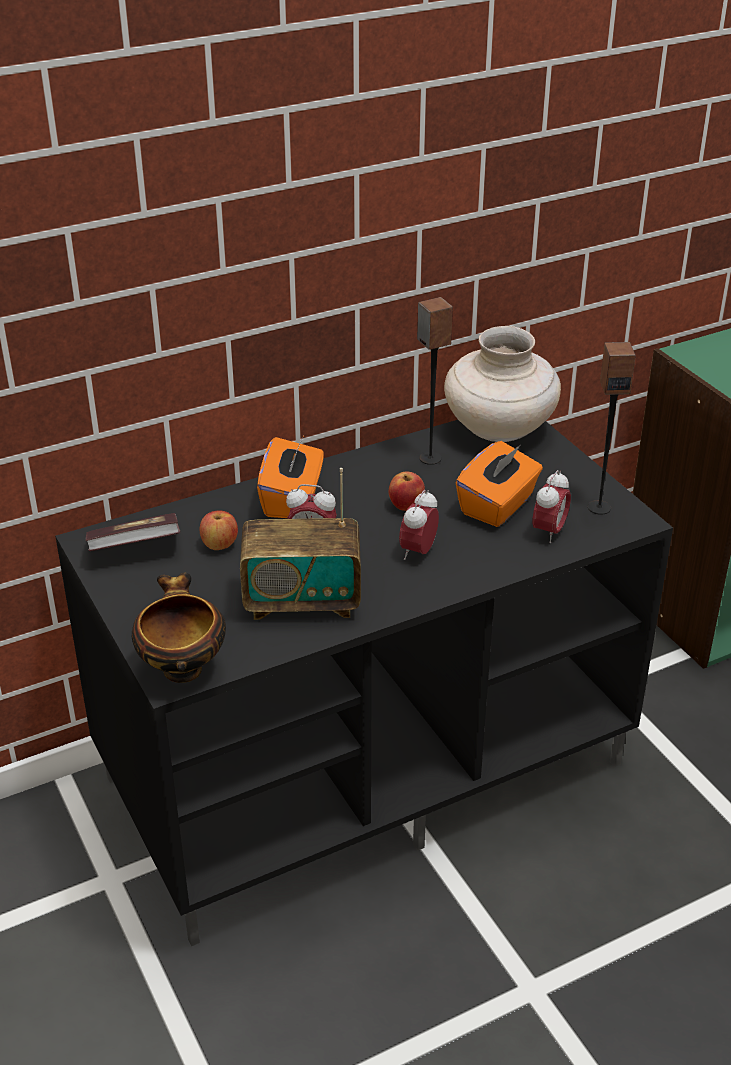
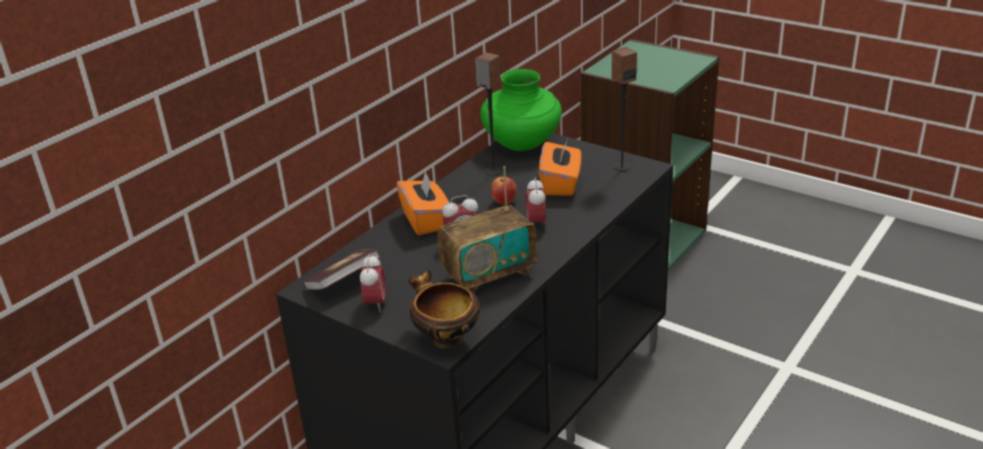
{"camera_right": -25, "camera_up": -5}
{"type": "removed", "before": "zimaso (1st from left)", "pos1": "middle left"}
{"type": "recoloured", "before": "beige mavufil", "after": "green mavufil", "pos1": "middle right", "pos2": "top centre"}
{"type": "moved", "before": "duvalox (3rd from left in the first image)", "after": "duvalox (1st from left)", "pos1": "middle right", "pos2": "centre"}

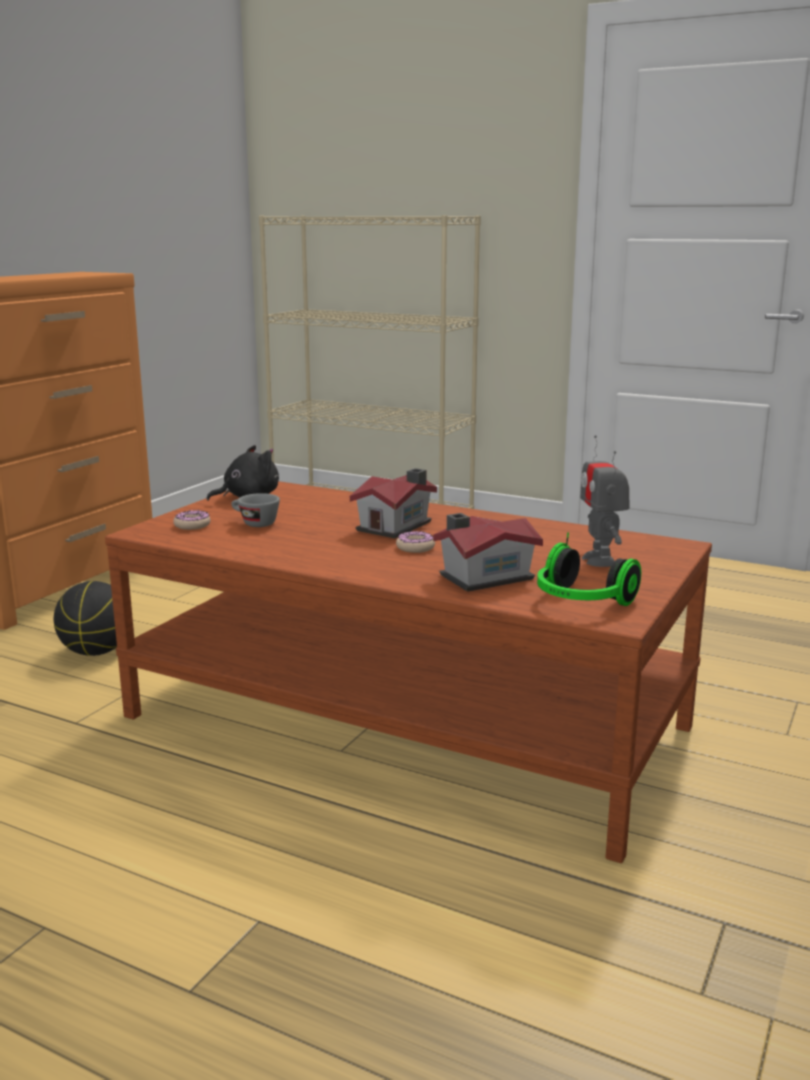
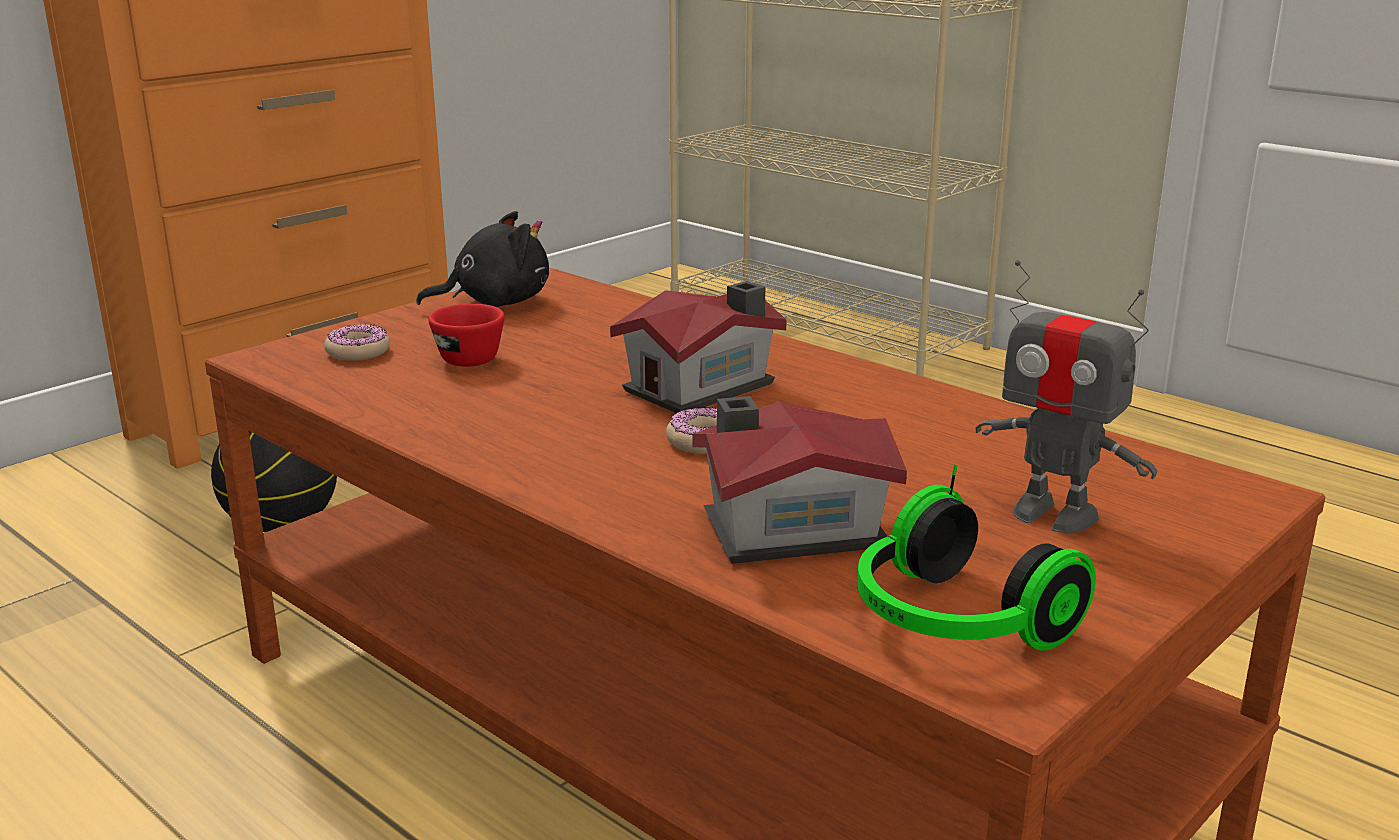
{"camera_right": 15, "camera_up": 5}
{"type": "recoloured", "before": "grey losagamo", "after": "red losagamo", "pos1": "middle left", "pos2": "middle left"}
{"type": "turned", "before": "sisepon", "pos1": "middle right", "pos2": "middle right", "turn": -60}

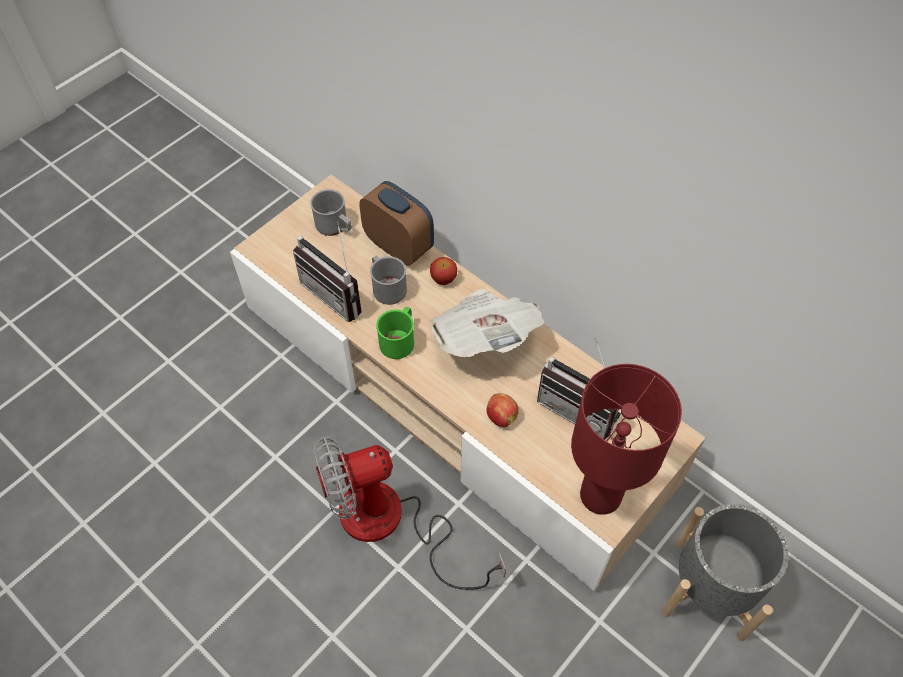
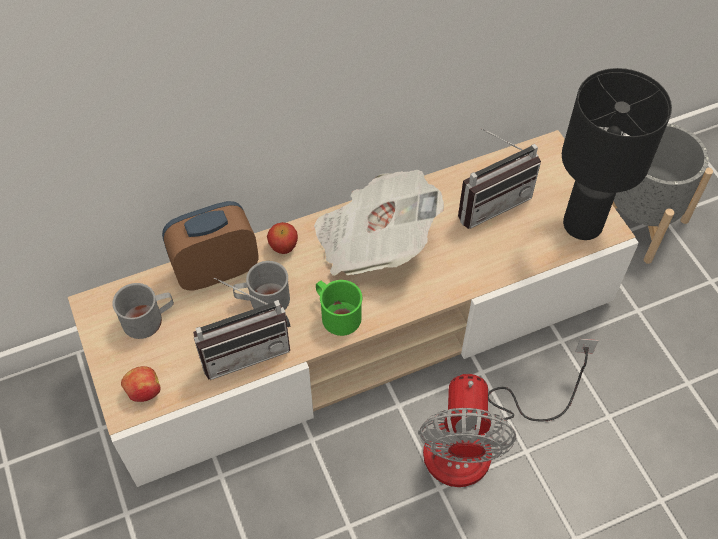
{"camera_right": -65, "camera_up": 0}
{"type": "moved", "before": "zimaso (2nd from left in the first image)", "after": "zimaso (1st from left)", "pos1": "centre", "pos2": "bottom left"}
{"type": "recoloured", "before": "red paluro", "after": "black paluro", "pos1": "middle right", "pos2": "top right"}

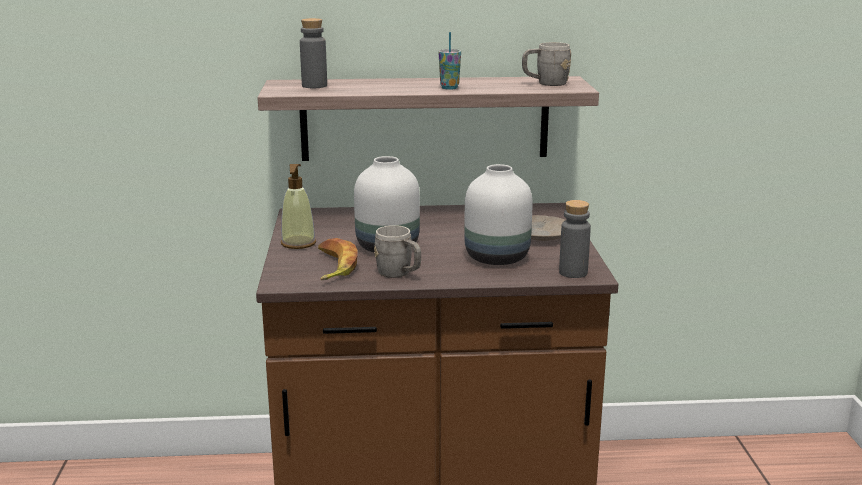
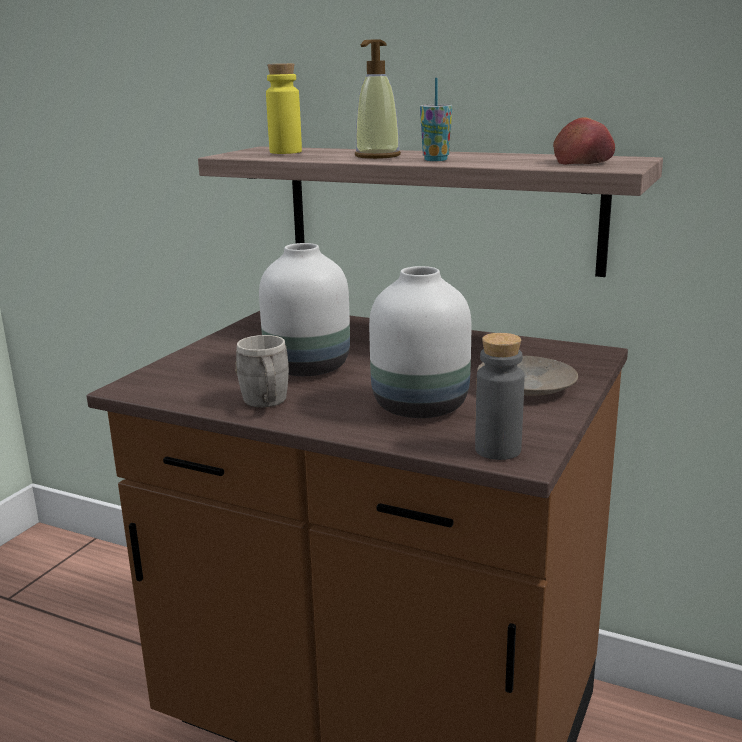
{"camera_right": 30, "camera_up": 0}
{"type": "moved", "before": "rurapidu", "pos1": "centre", "pos2": "top centre"}
{"type": "recoloured", "before": "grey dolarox (1st from left)", "after": "yellow dolarox", "pos1": "top centre", "pos2": "top centre"}
{"type": "removed", "before": "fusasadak", "pos1": "centre"}
{"type": "replaced", "before": "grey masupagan (2nd from left)", "after": "zimaso", "pos1": "top centre", "pos2": "top right"}

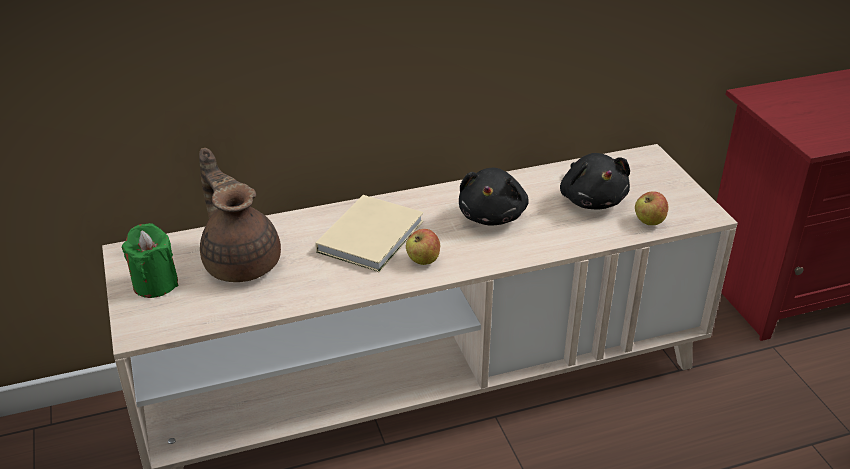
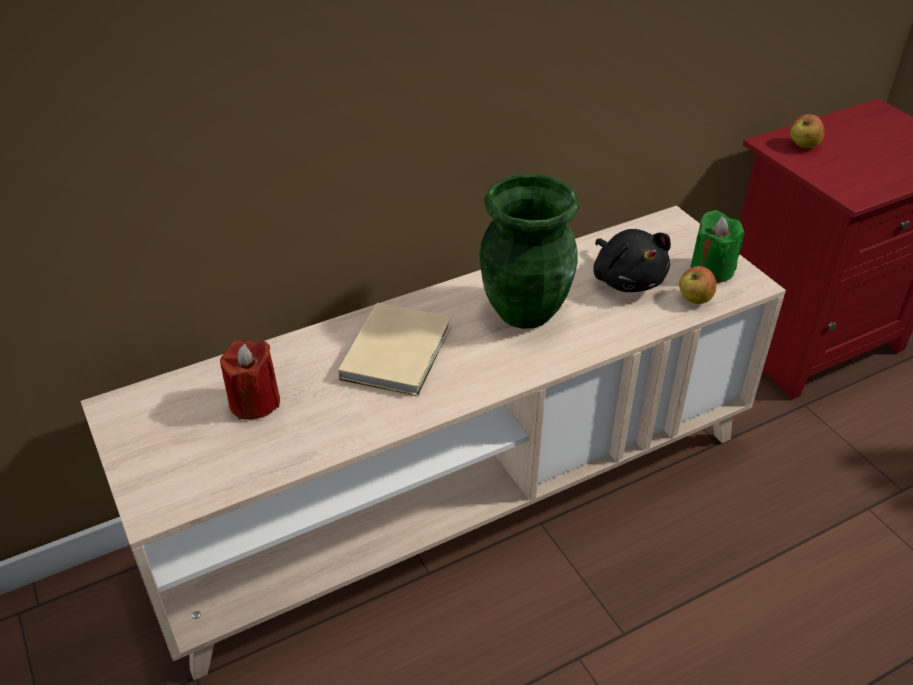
{"camera_right": -10, "camera_up": 5}
{"type": "moved", "before": "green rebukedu", "pos1": "middle left", "pos2": "middle right"}
{"type": "replaced", "before": "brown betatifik", "after": "red rebukedu", "pos1": "middle left", "pos2": "middle left"}
{"type": "moved", "before": "zimaso (1st from left in the first image)", "after": "zimaso (2nd from left)", "pos1": "centre", "pos2": "top right"}
{"type": "replaced", "before": "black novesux (1st from left)", "after": "green mavufil", "pos1": "centre", "pos2": "centre"}

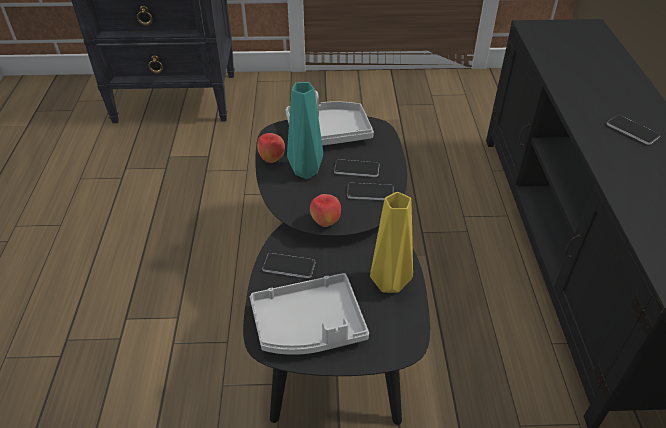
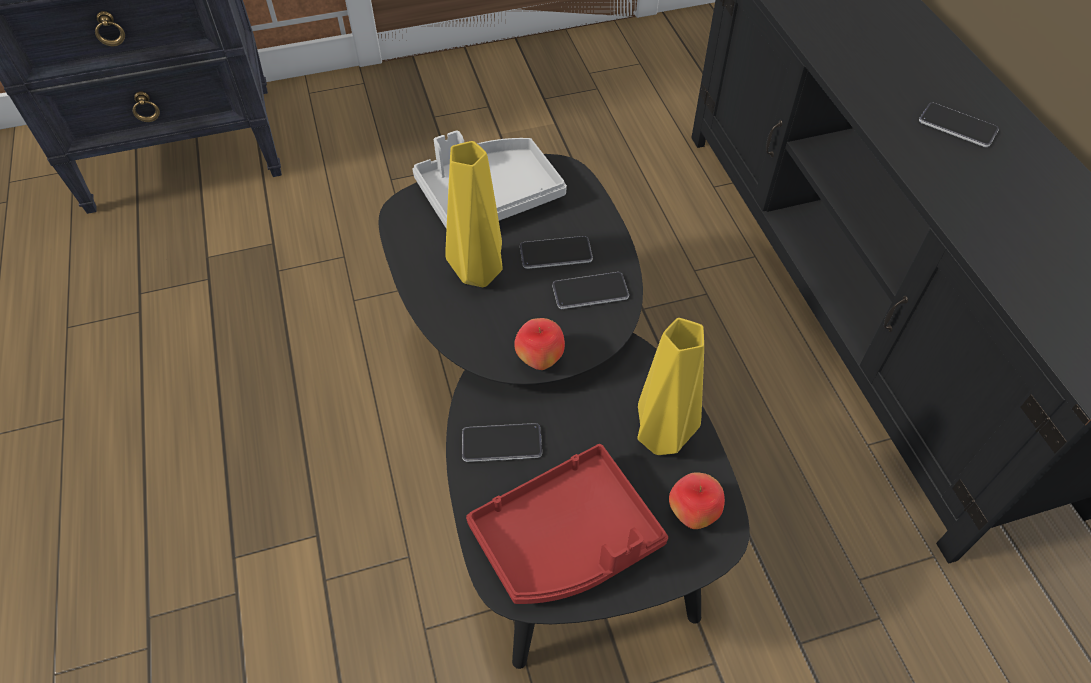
{"camera_right": -15, "camera_up": 10}
{"type": "recoloured", "before": "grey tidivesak (1st from left)", "after": "red tidivesak", "pos1": "bottom centre", "pos2": "bottom centre"}
{"type": "moved", "before": "zimaso (1st from left in the first image)", "after": "zimaso (2nd from left)", "pos1": "centre", "pos2": "bottom centre"}
{"type": "recoloured", "before": "turquoise mavufil", "after": "yellow mavufil (1st from left)", "pos1": "top centre", "pos2": "top centre"}

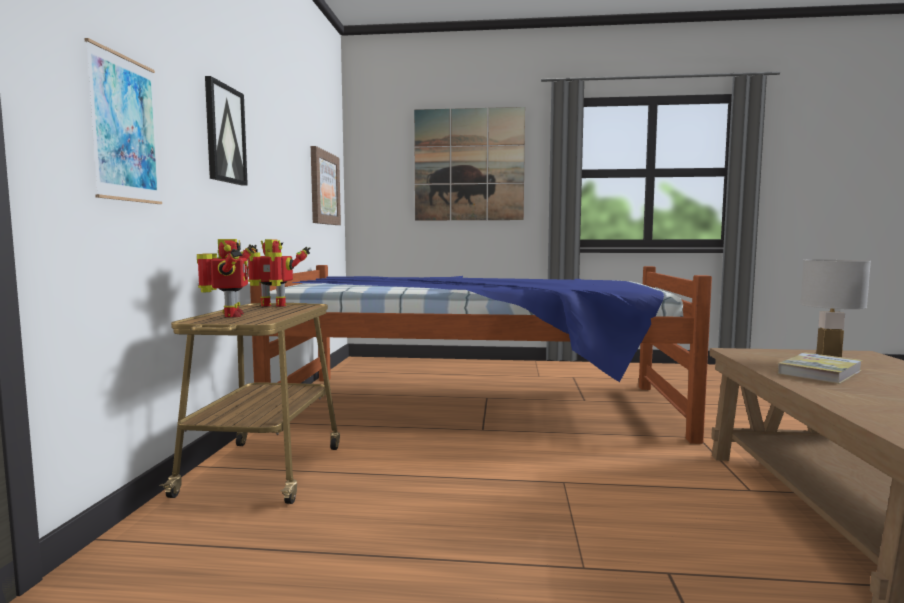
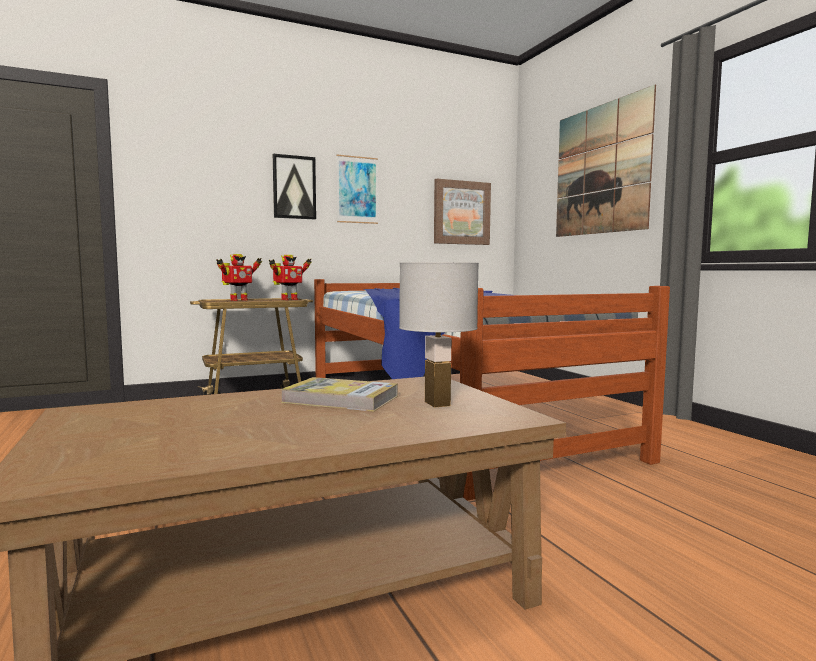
{"camera_right": 60, "camera_up": 0}
{"type": "moved", "before": "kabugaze (1st from left in the first image)", "after": "kabugaze (2nd from left)", "pos1": "top left", "pos2": "top centre"}
{"type": "turned", "before": "sisepon (2nd from left)", "pos1": "middle left", "pos2": "centre", "turn": 75}

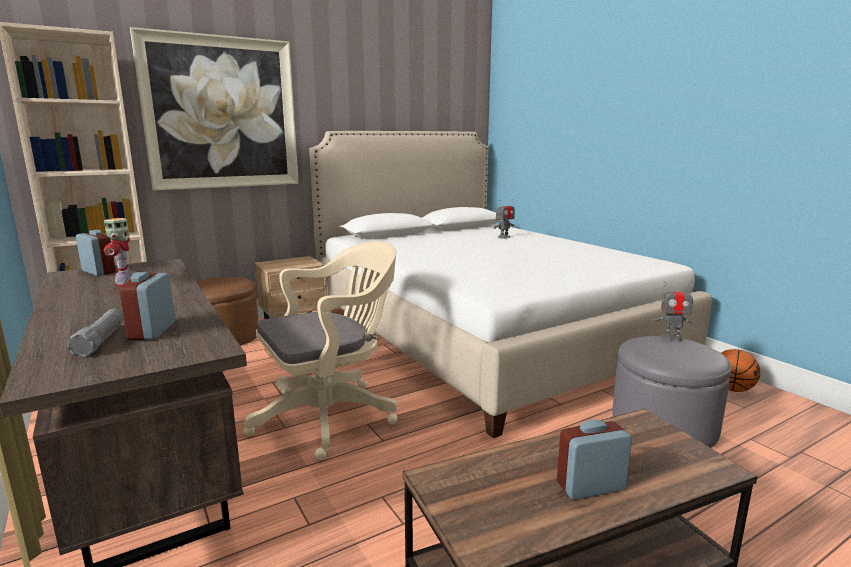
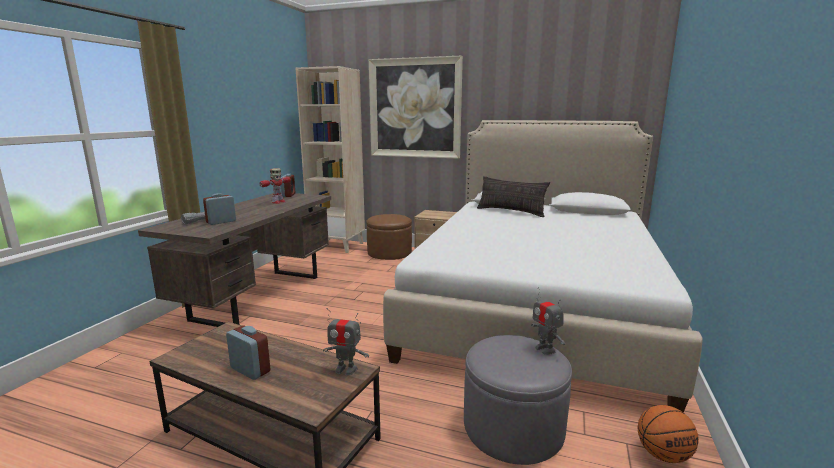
{"camera_right": 50, "camera_up": 0}
{"type": "removed", "before": "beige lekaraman", "pos1": "centre"}
{"type": "moved", "before": "sisepon (2nd from left)", "pos1": "centre", "pos2": "bottom centre"}
{"type": "added", "after": "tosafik", "pos2": "centre"}

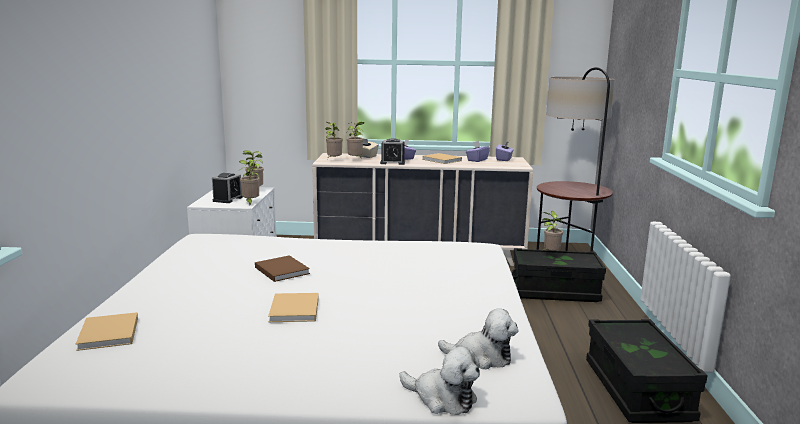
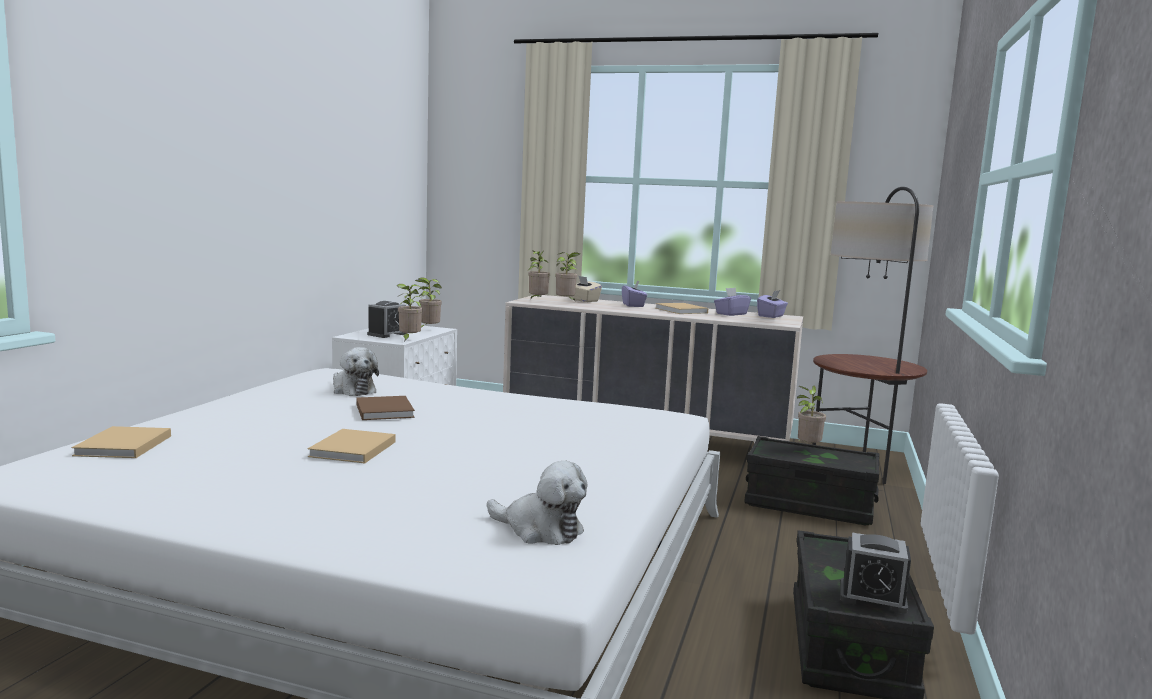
{"camera_right": 15, "camera_up": -5}
{"type": "moved", "before": "duvalox (2nd from left)", "pos1": "centre", "pos2": "bottom right"}
{"type": "moved", "before": "novesux (1st from left)", "pos1": "bottom centre", "pos2": "middle left"}

